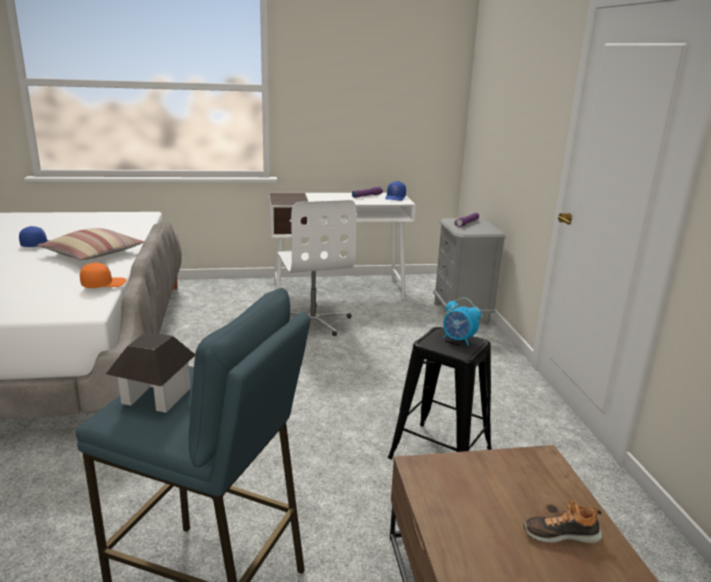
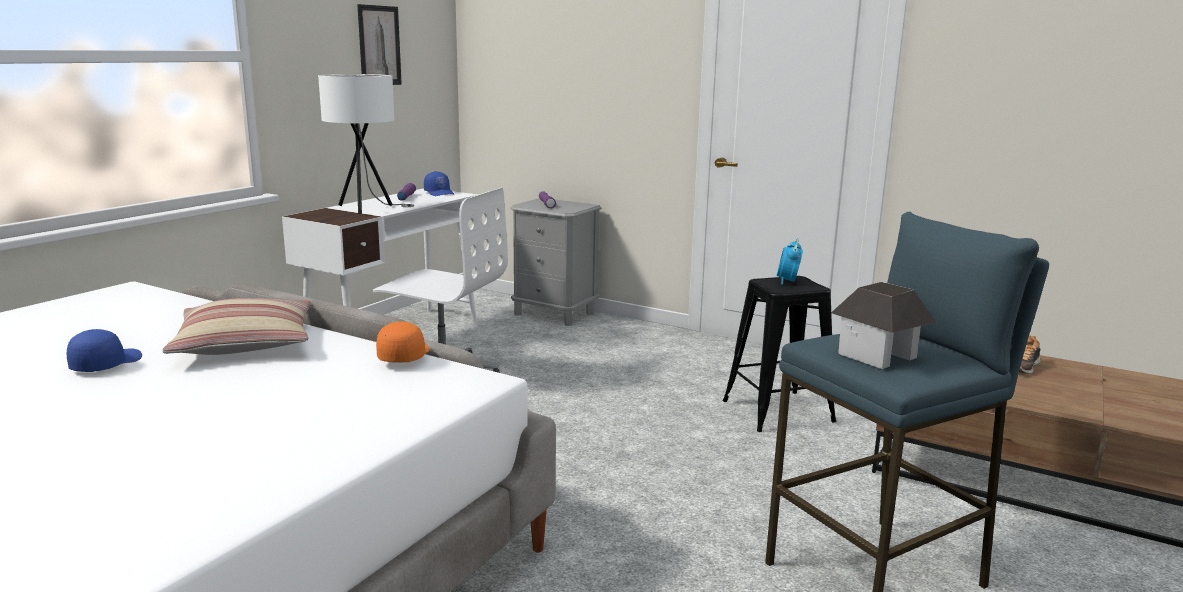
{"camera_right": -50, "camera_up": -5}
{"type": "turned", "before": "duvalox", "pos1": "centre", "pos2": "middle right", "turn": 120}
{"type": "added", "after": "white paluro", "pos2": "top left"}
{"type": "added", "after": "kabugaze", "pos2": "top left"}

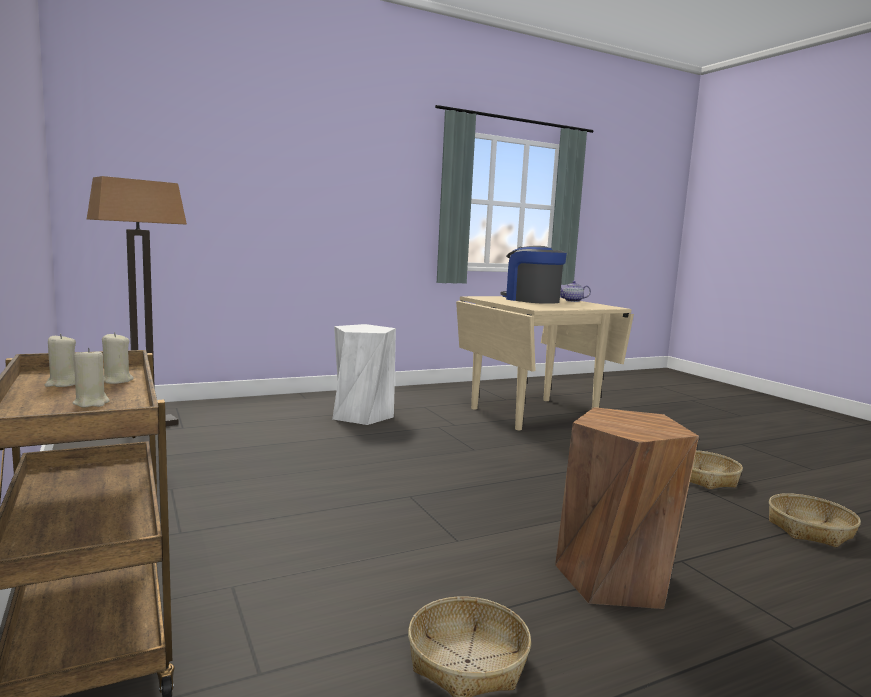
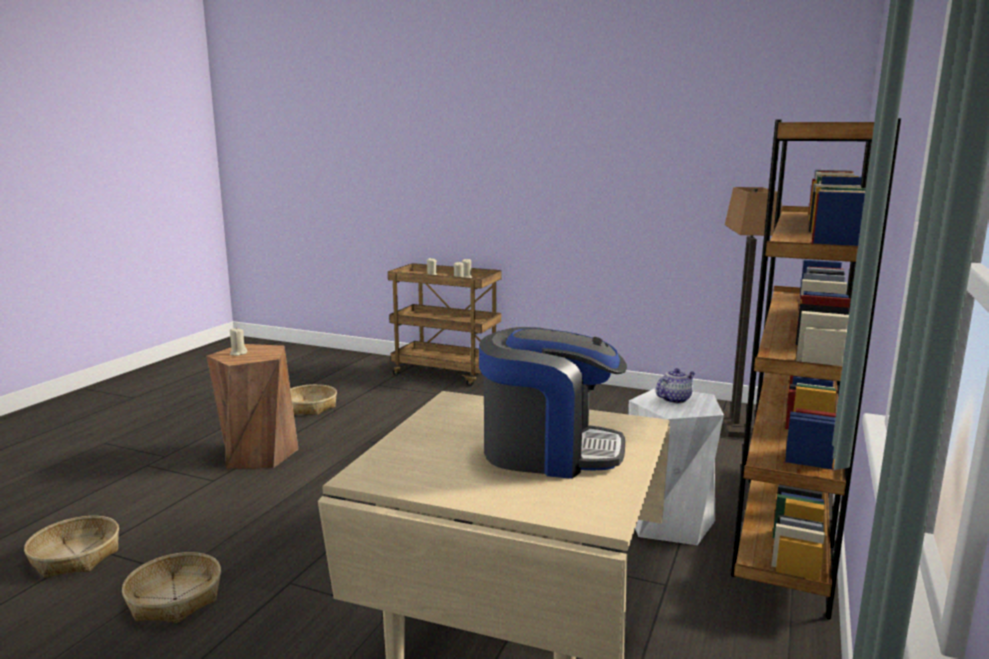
{"camera_right": 140, "camera_up": 5}
{"type": "moved", "before": "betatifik", "pos1": "centre", "pos2": "middle right"}
{"type": "added", "after": "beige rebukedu (1st from left)", "pos2": "middle left"}
{"type": "added", "after": "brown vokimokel", "pos2": "middle right"}

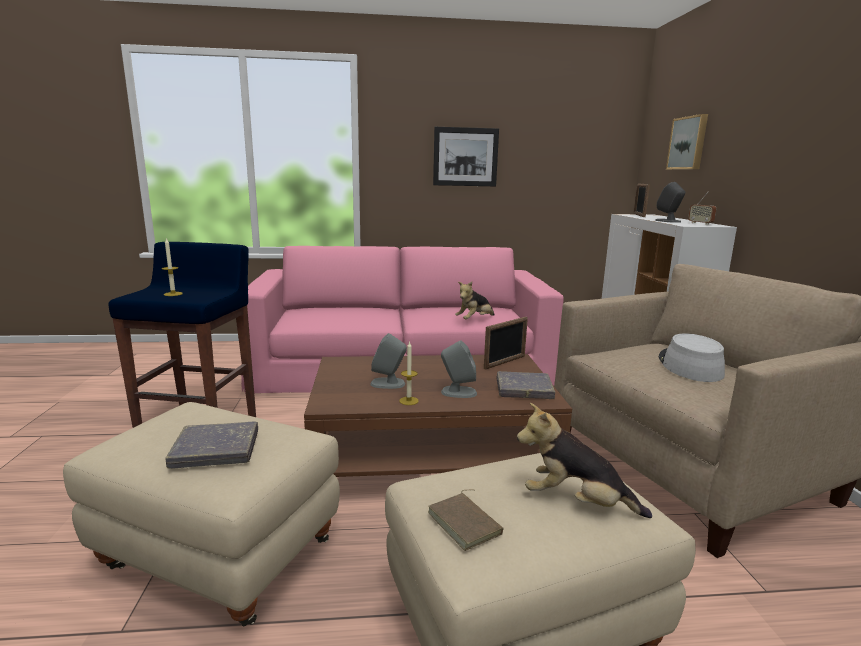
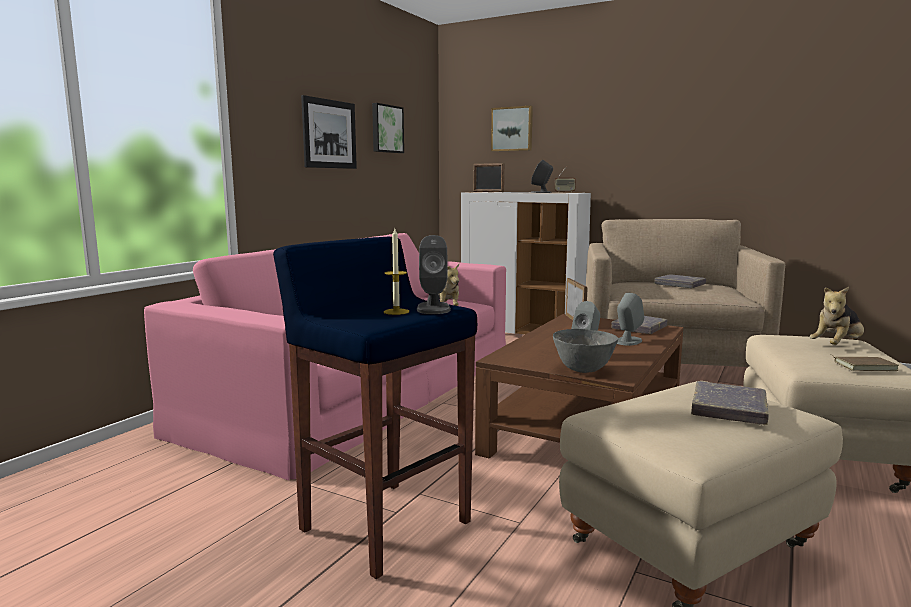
{"camera_right": -55, "camera_up": -5}
{"type": "removed", "before": "rebukedu (2nd from left)", "pos1": "centre"}
{"type": "replaced", "before": "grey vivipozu", "after": "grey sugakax (2nd from left)", "pos1": "middle right", "pos2": "middle right"}
{"type": "added", "after": "kabugaze (2nd from left)", "pos2": "top centre"}
{"type": "added", "after": "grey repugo (1st from left)", "pos2": "centre"}
{"type": "added", "after": "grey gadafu", "pos2": "centre"}

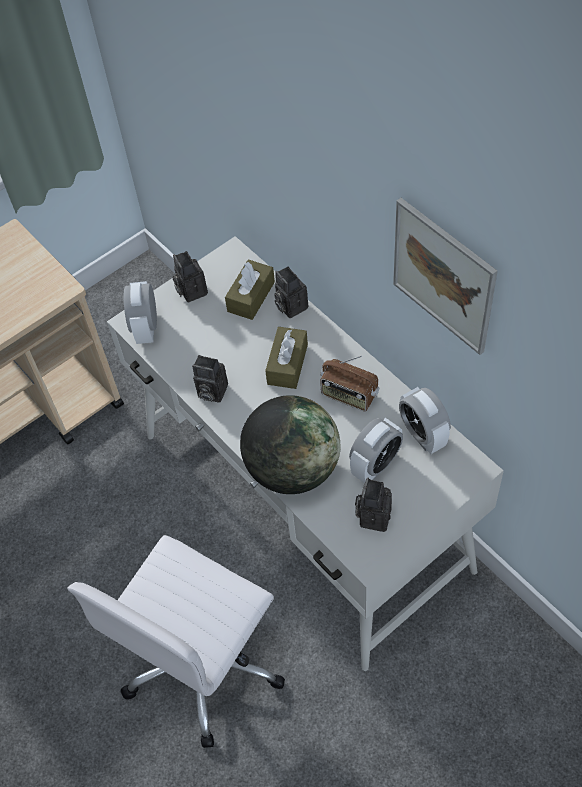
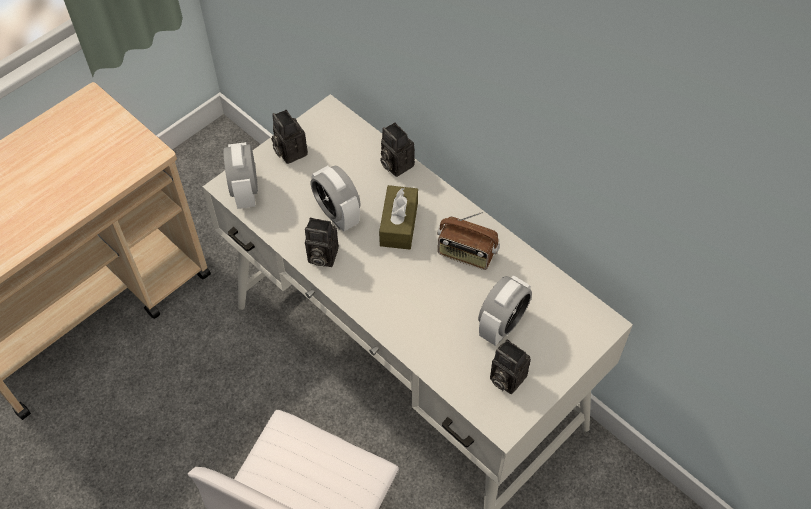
{"camera_right": -10, "camera_up": 0}
{"type": "removed", "before": "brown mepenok (1st from left)", "pos1": "centre"}
{"type": "removed", "before": "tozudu", "pos1": "centre"}
{"type": "turned", "before": "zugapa (4th from left)", "pos1": "centre", "pos2": "bottom centre", "turn": -60}
{"type": "removed", "before": "kabugaze", "pos1": "middle right"}
{"type": "moved", "before": "duvalox (3rd from left in the first image)", "after": "duvalox (2nd from left)", "pos1": "middle right", "pos2": "centre"}

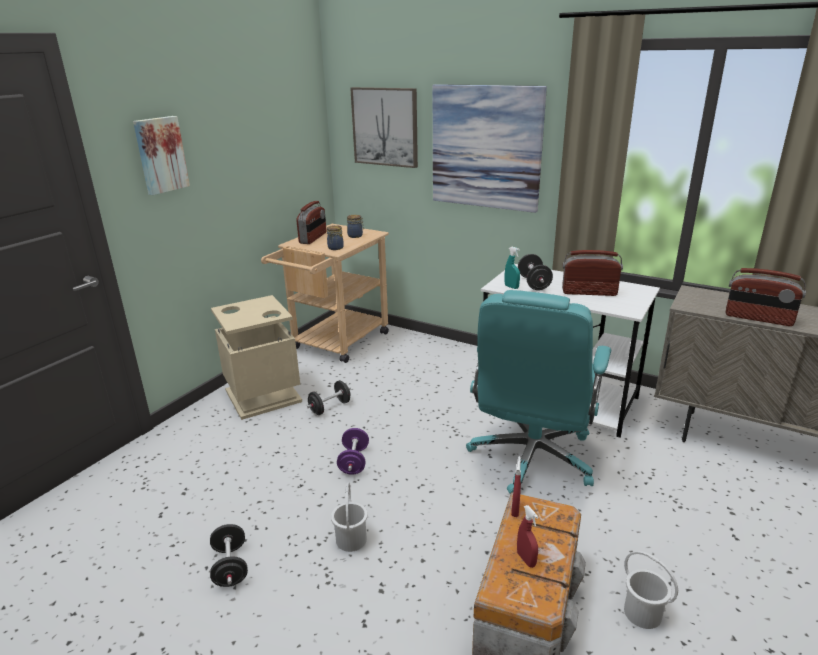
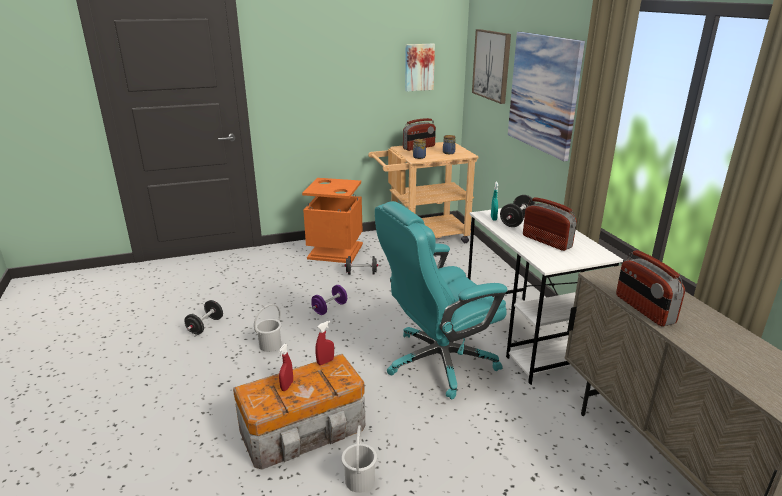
{"camera_right": 40, "camera_up": 0}
{"type": "moved", "before": "kabugaze (1st from left)", "pos1": "top left", "pos2": "top centre"}
{"type": "recoloured", "before": "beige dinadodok", "after": "orange dinadodok", "pos1": "middle left", "pos2": "centre"}

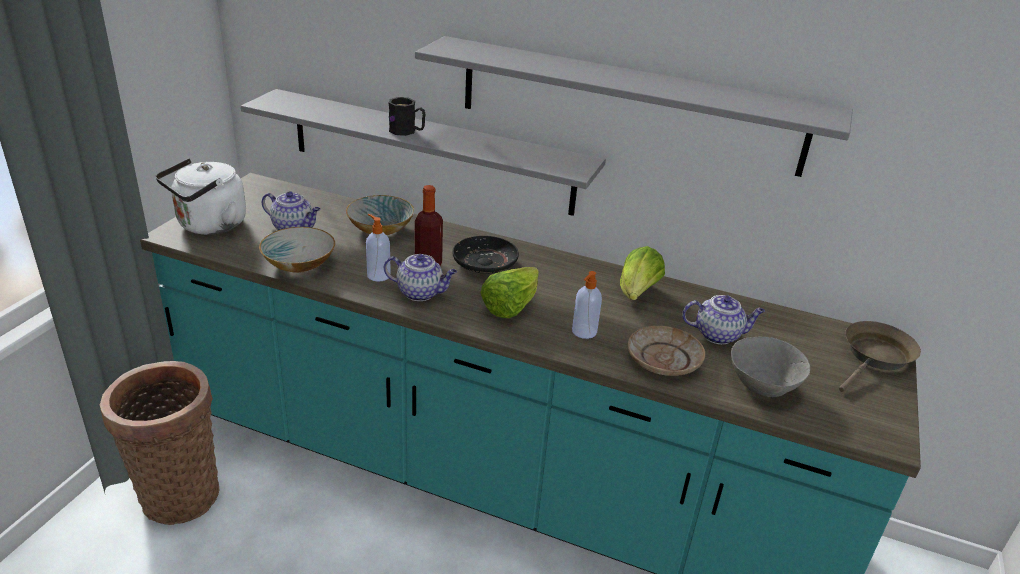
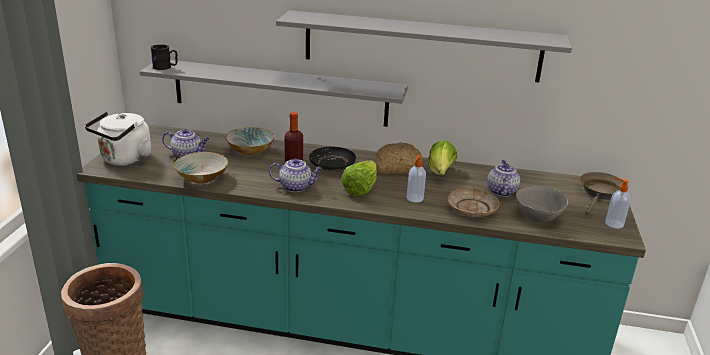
{"camera_right": -10, "camera_up": -5}
{"type": "moved", "before": "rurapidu (1st from left in the first image)", "after": "rurapidu (2nd from left)", "pos1": "centre", "pos2": "middle right"}
{"type": "moved", "before": "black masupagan", "pos1": "top centre", "pos2": "top left"}
{"type": "turned", "before": "betatifik (3rd from left)", "pos1": "middle right", "pos2": "middle right", "turn": -75}
{"type": "added", "after": "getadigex", "pos2": "centre"}

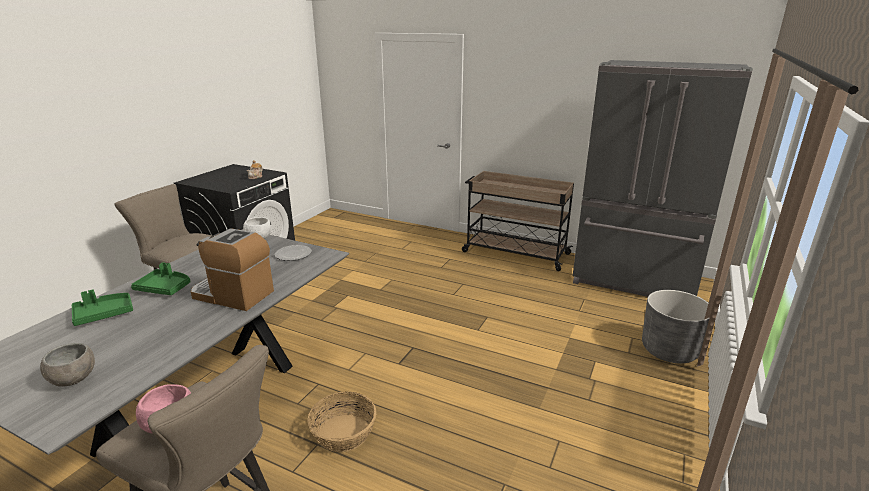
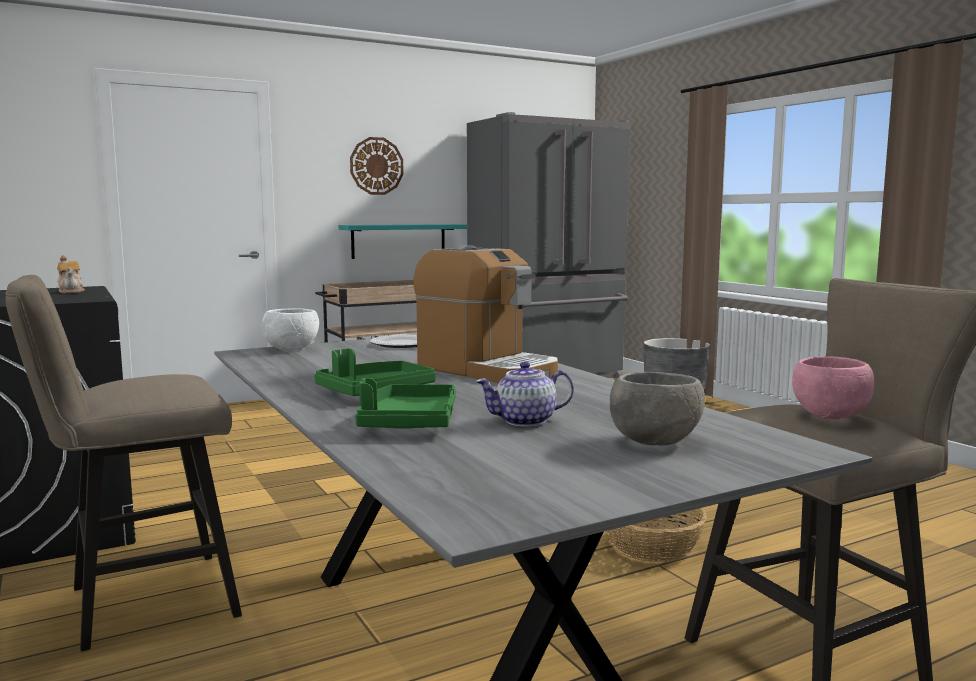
{"camera_right": -55, "camera_up": -15}
{"type": "turned", "before": "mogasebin", "pos1": "middle left", "pos2": "centre", "turn": -105}
{"type": "added", "after": "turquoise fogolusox", "pos2": "centre"}
{"type": "added", "after": "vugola", "pos2": "top centre"}
{"type": "added", "after": "betatifik (2nd from left)", "pos2": "centre"}

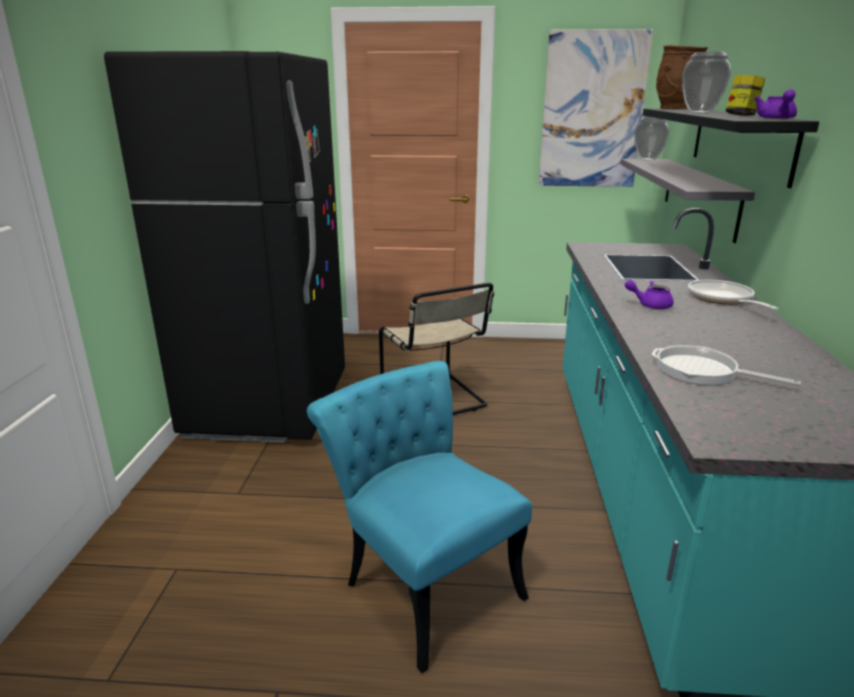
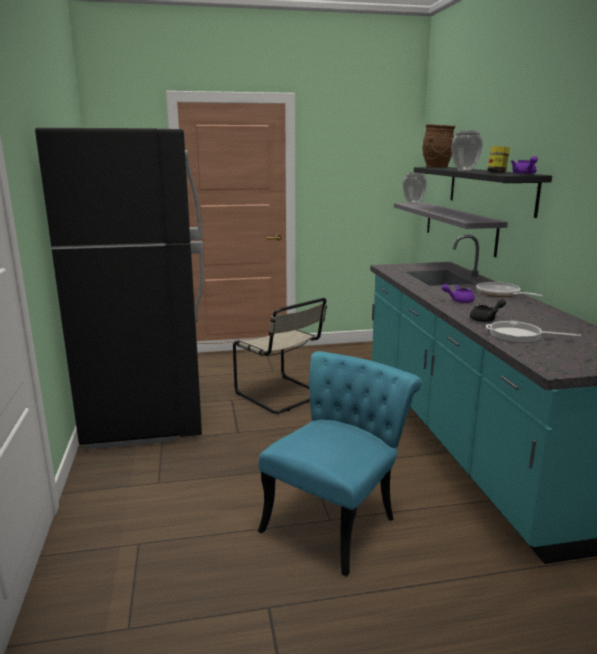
{"camera_right": -15, "camera_up": -5}
{"type": "turned", "before": "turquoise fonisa", "pos1": "bottom centre", "pos2": "bottom centre", "turn": 90}
{"type": "removed", "before": "kabugaze", "pos1": "top right"}
{"type": "added", "after": "black betatifik", "pos2": "middle right"}

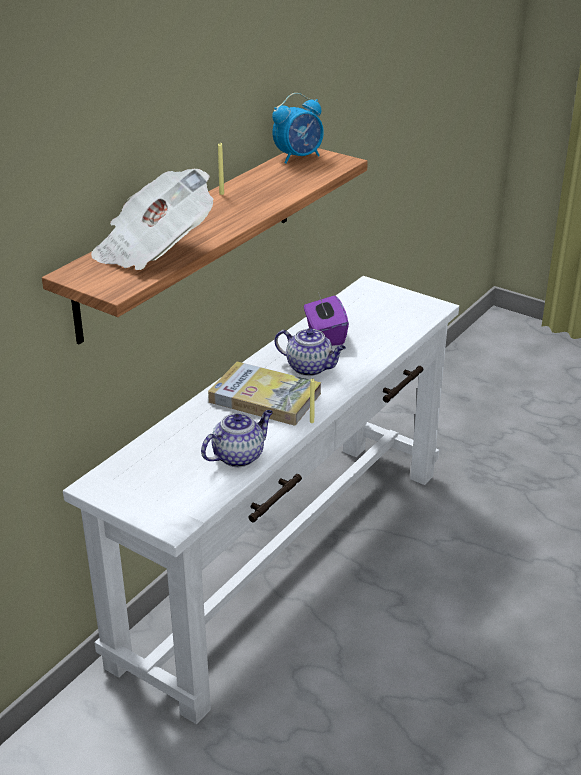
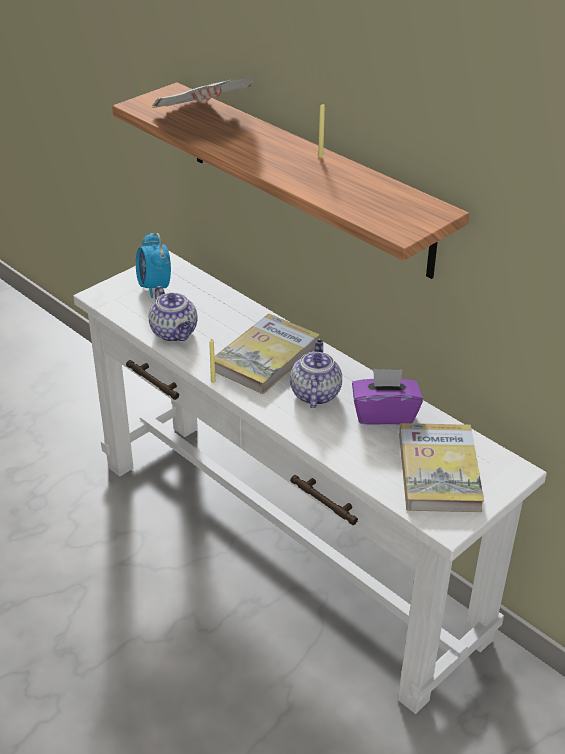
{"camera_right": 100, "camera_up": 5}
{"type": "moved", "before": "duvalox", "pos1": "top centre", "pos2": "middle left"}
{"type": "turned", "before": "betatifik (2nd from left)", "pos1": "centre", "pos2": "centre", "turn": 150}
{"type": "added", "after": "sugakax (2nd from left)", "pos2": "middle right"}

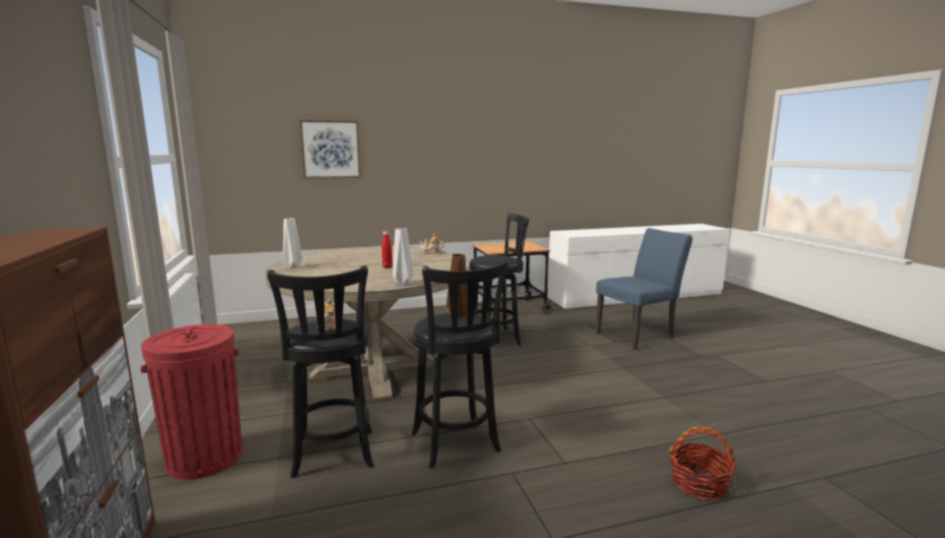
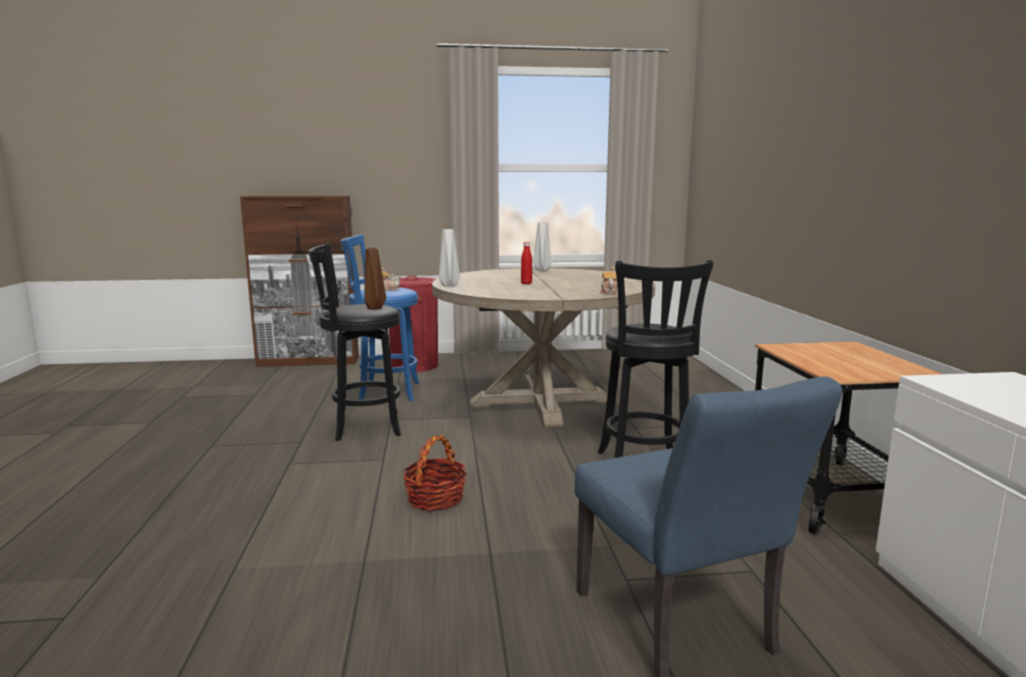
{"camera_right": 100, "camera_up": 0}
{"type": "recoloured", "before": "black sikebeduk (1st from left)", "after": "blue sikebeduk", "pos1": "bottom centre", "pos2": "centre"}
{"type": "removed", "before": "kabugaze", "pos1": "top centre"}
{"type": "moved", "before": "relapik", "pos1": "bottom right", "pos2": "bottom centre"}

